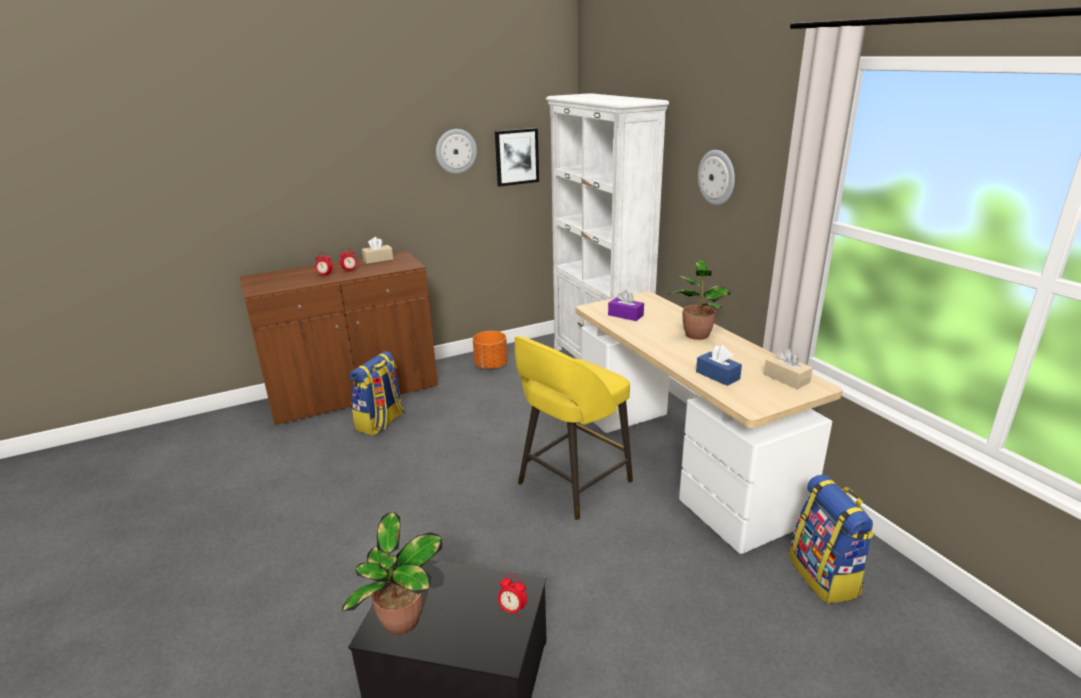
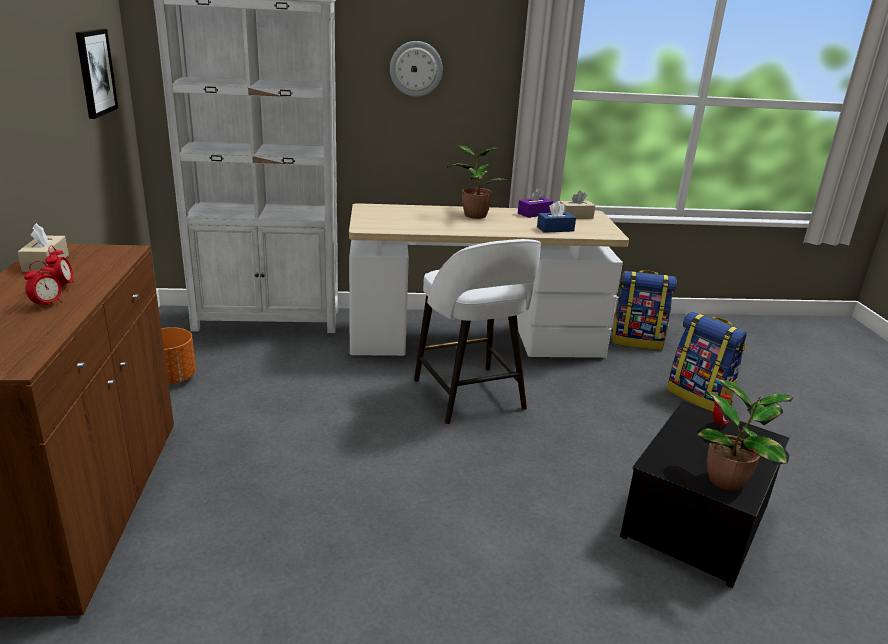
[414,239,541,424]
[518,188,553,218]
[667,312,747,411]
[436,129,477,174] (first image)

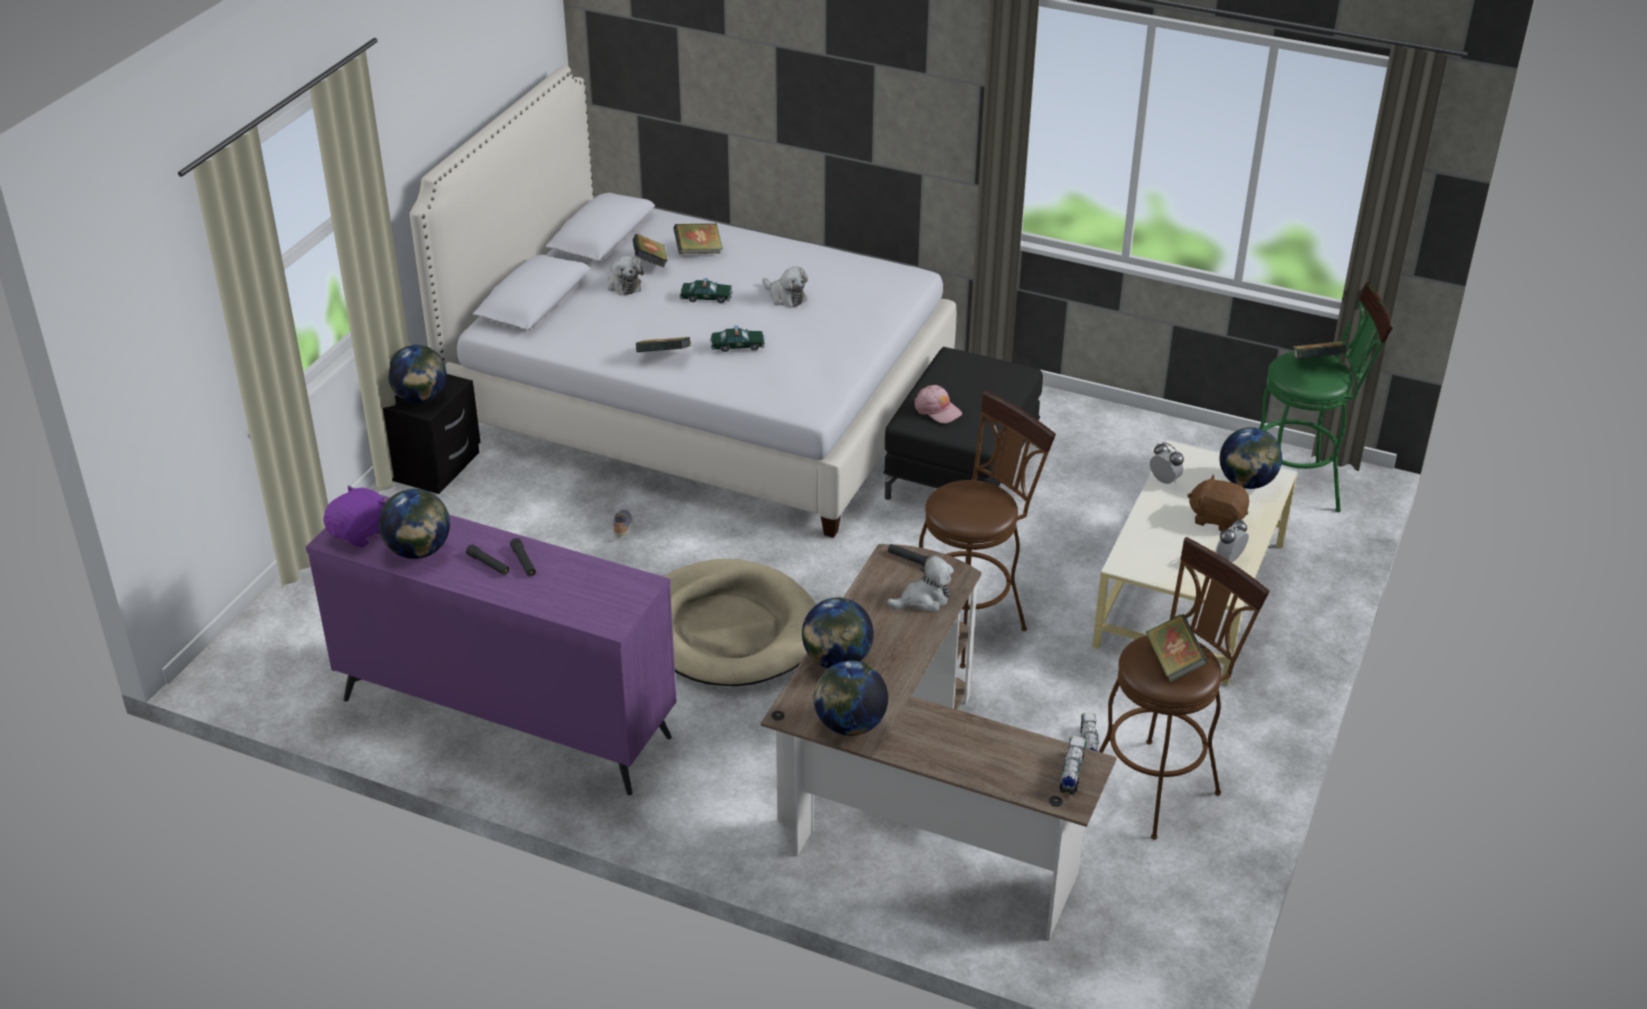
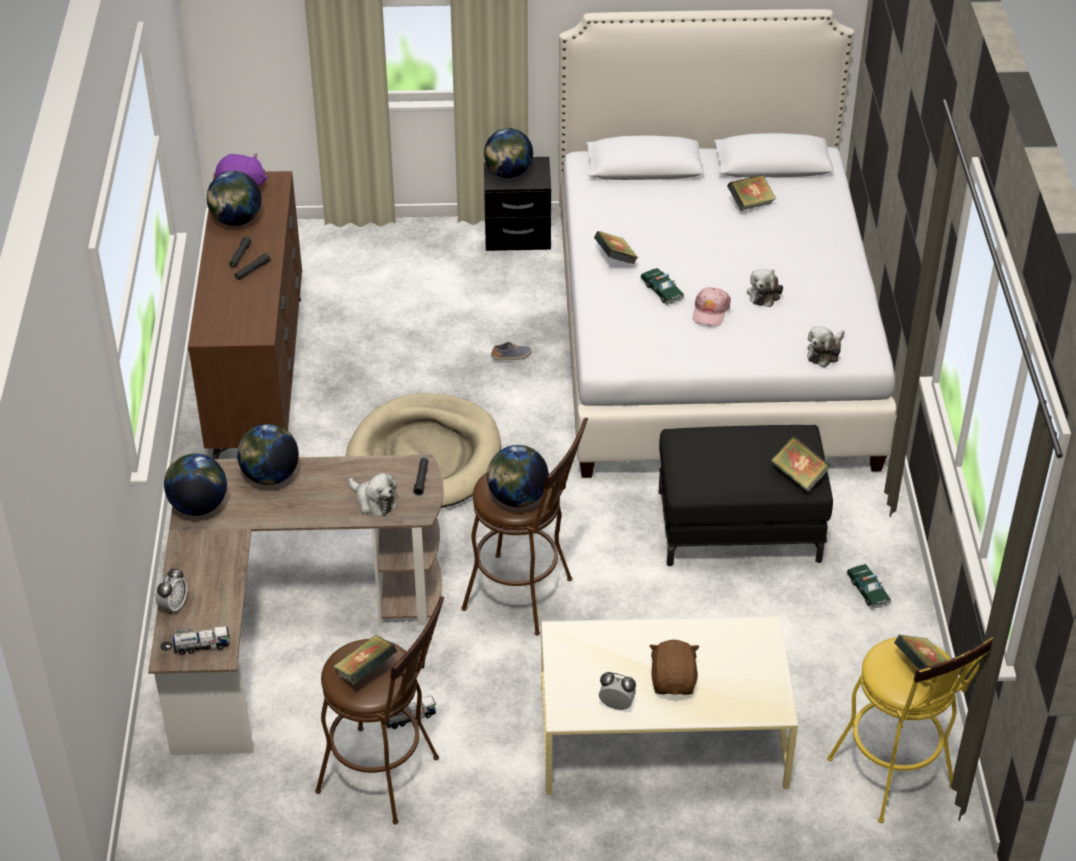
[156,567,187,614]
[188,171,302,459]
[487,445,549,507]
[693,287,731,326]
[771,436,830,492]
[807,326,845,367]
[827,637,993,823]
[846,564,891,609]

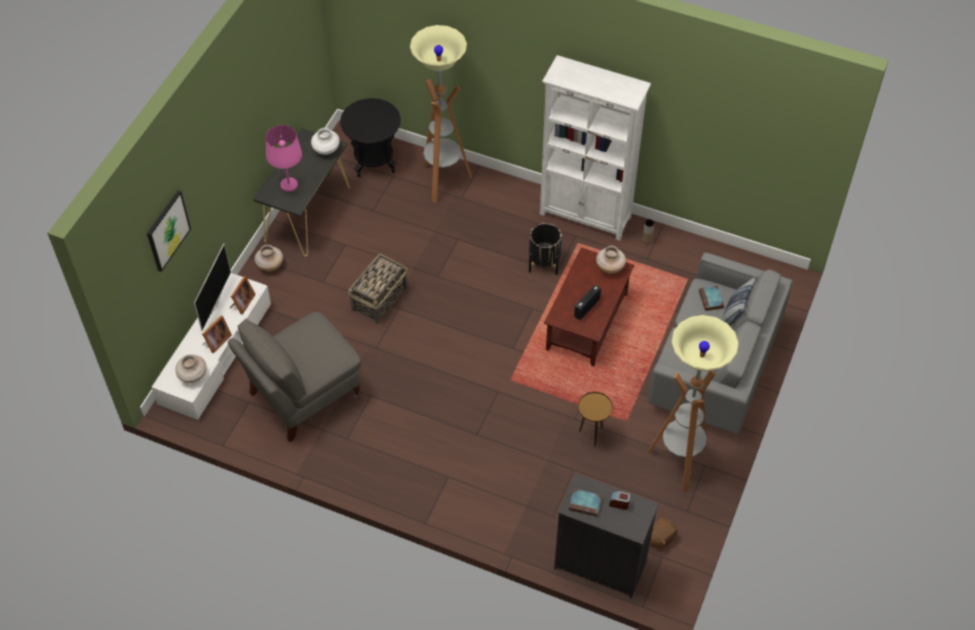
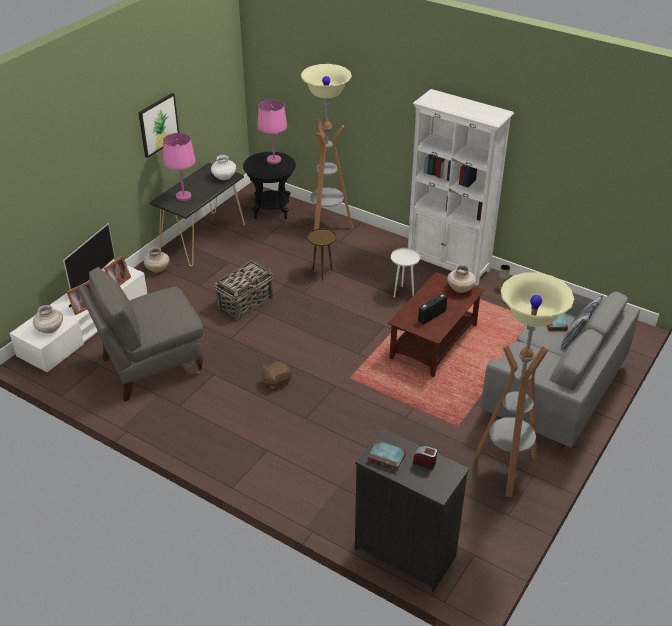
[138,93,179,158]
[257,100,287,164]
[261,361,291,390]
[308,229,336,280]
[391,248,420,298]

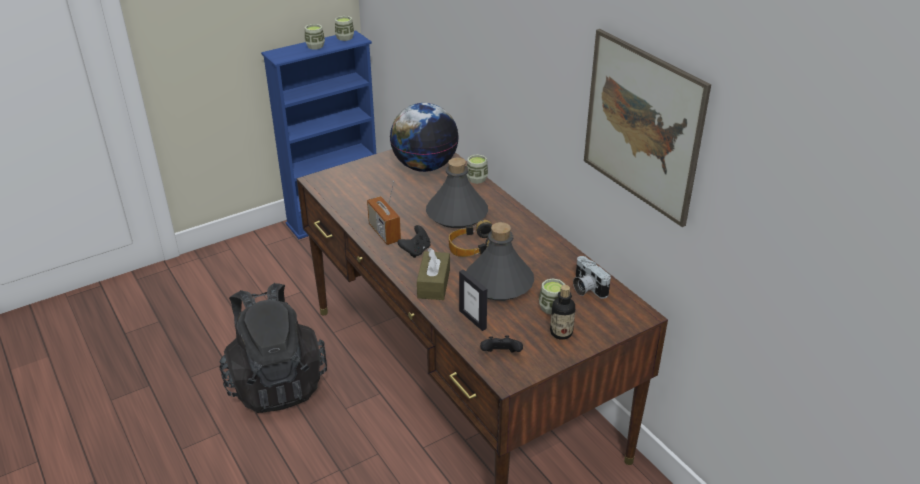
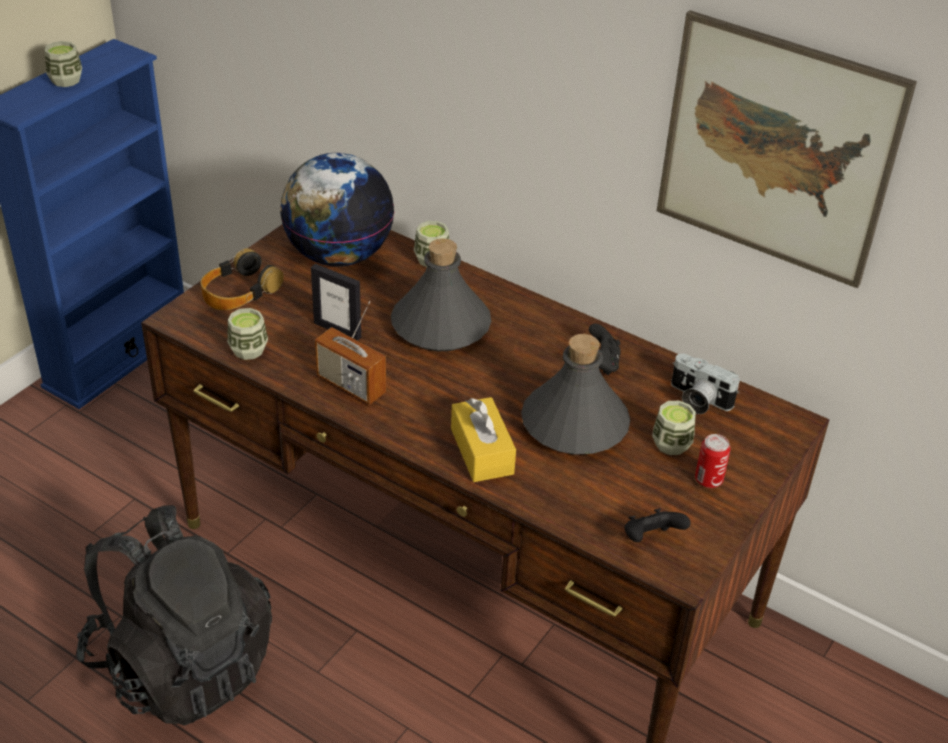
[201,248,284,310]
[227,308,268,360]
[311,264,361,341]
[451,397,516,482]
[589,324,621,375]
[695,434,731,488]

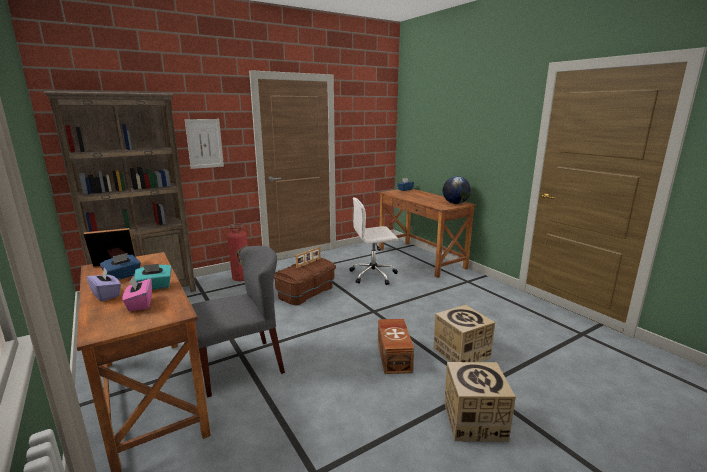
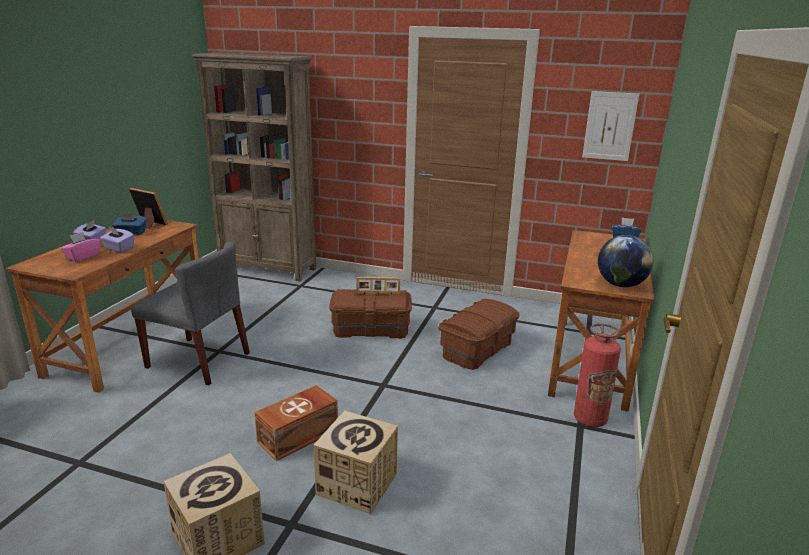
[100,227,134,253]
[439,299,520,370]
[574,323,621,427]
[582,91,639,161]

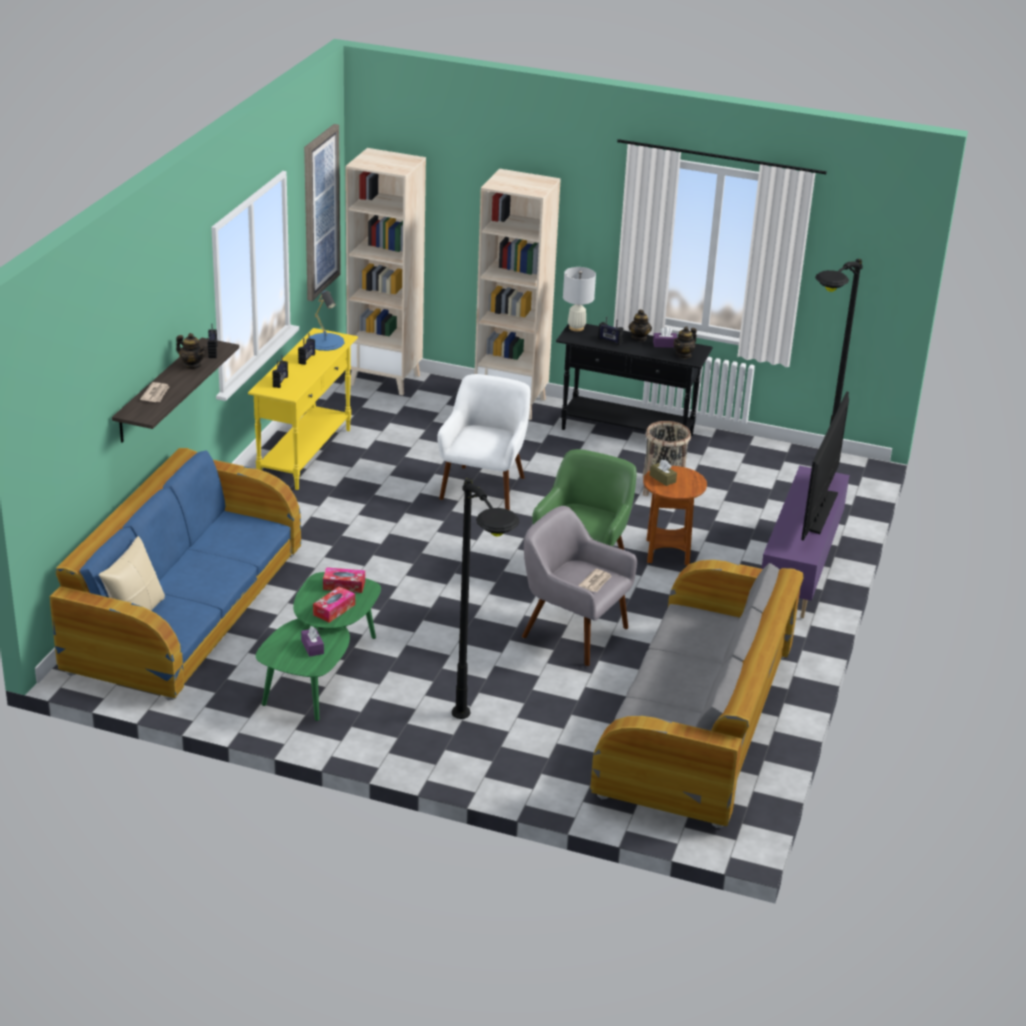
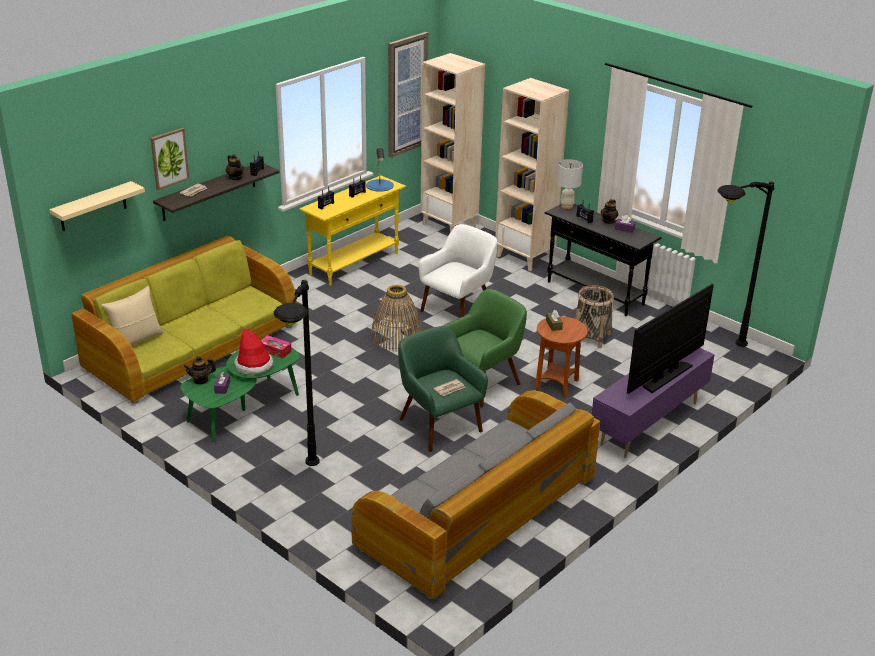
[49,181,145,231]
[71,236,297,403]
[150,128,189,190]
[184,356,216,384]
[234,328,273,376]
[370,285,422,351]
[398,326,488,452]

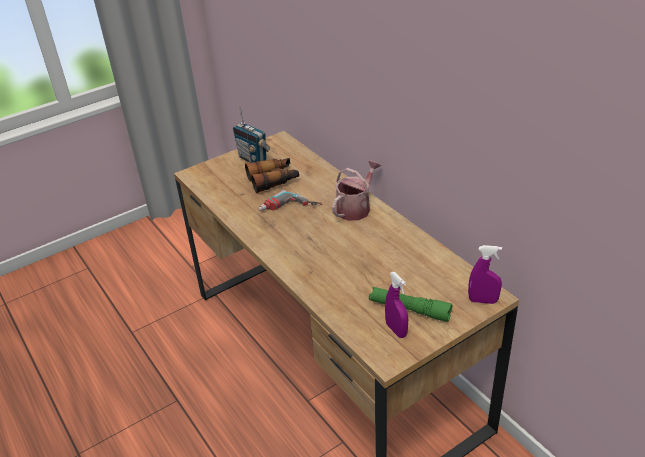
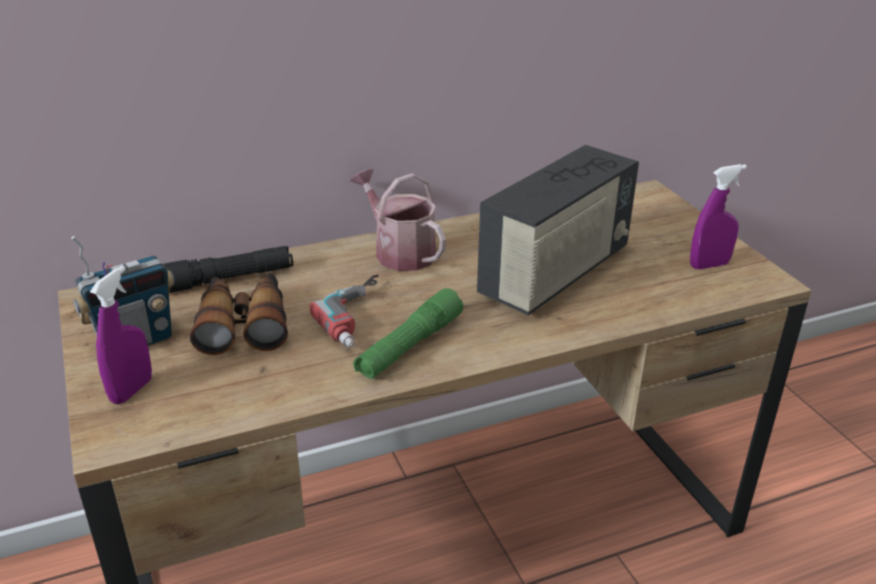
[90,266,152,404]
[164,246,293,293]
[353,288,463,379]
[477,145,639,315]

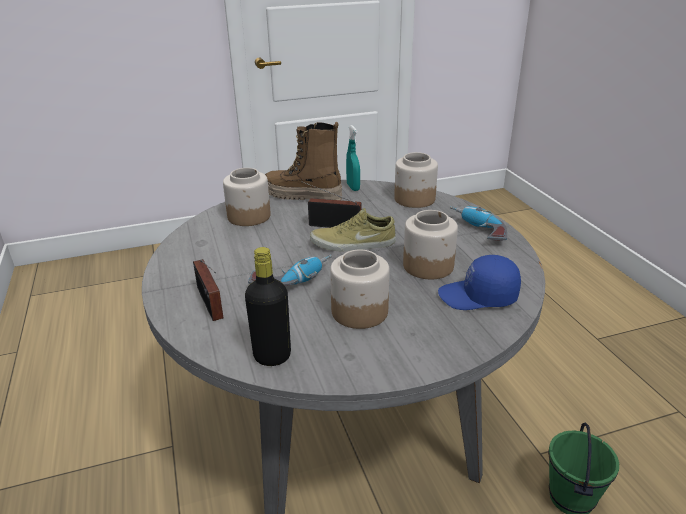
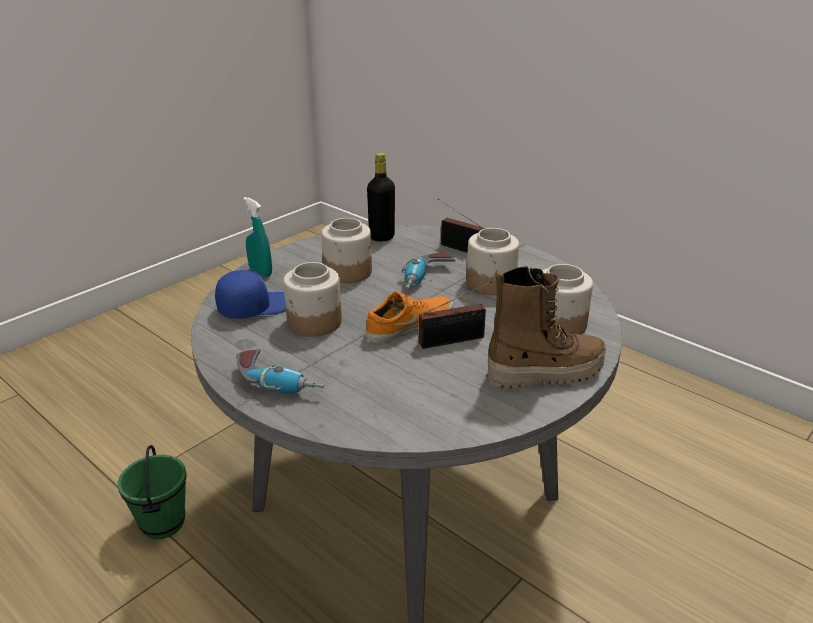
[244,197,272,277]
[366,291,453,343]
[466,228,519,295]

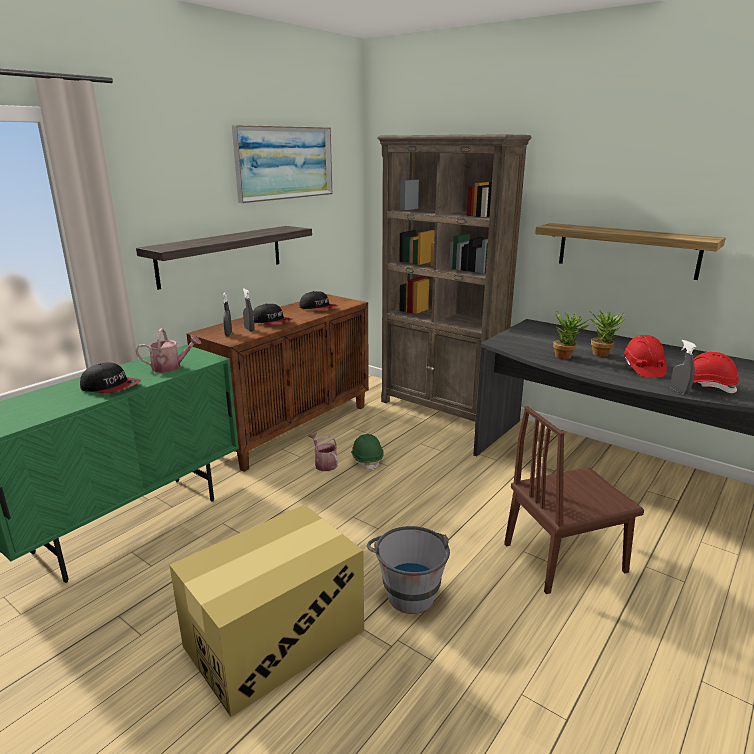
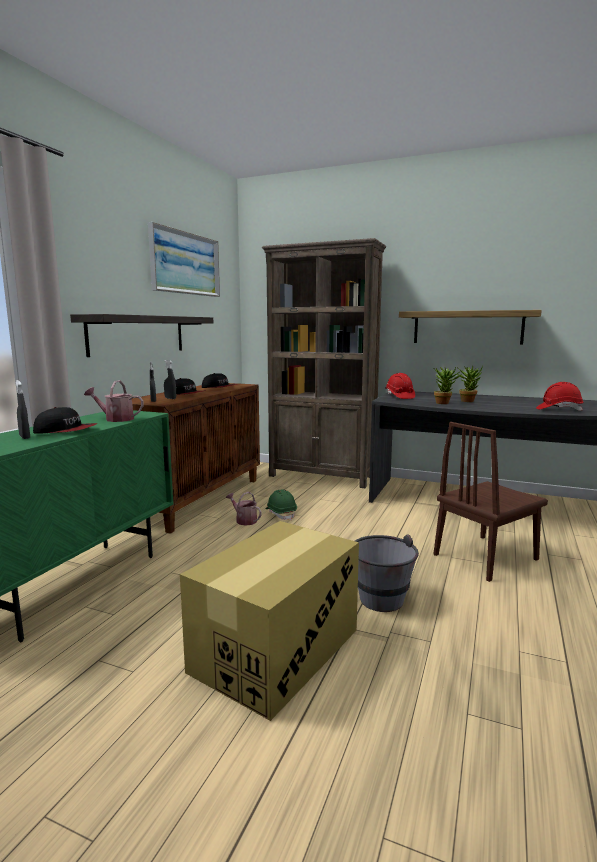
[15,380,30,439]
[84,380,144,422]
[385,373,415,399]

